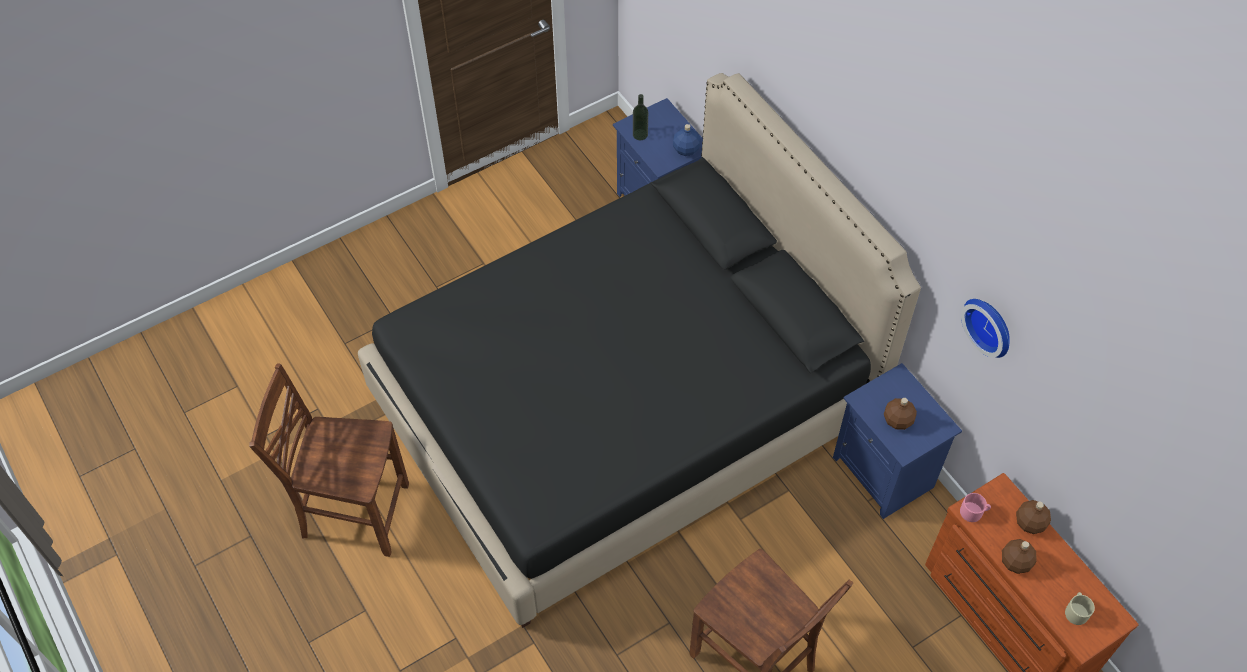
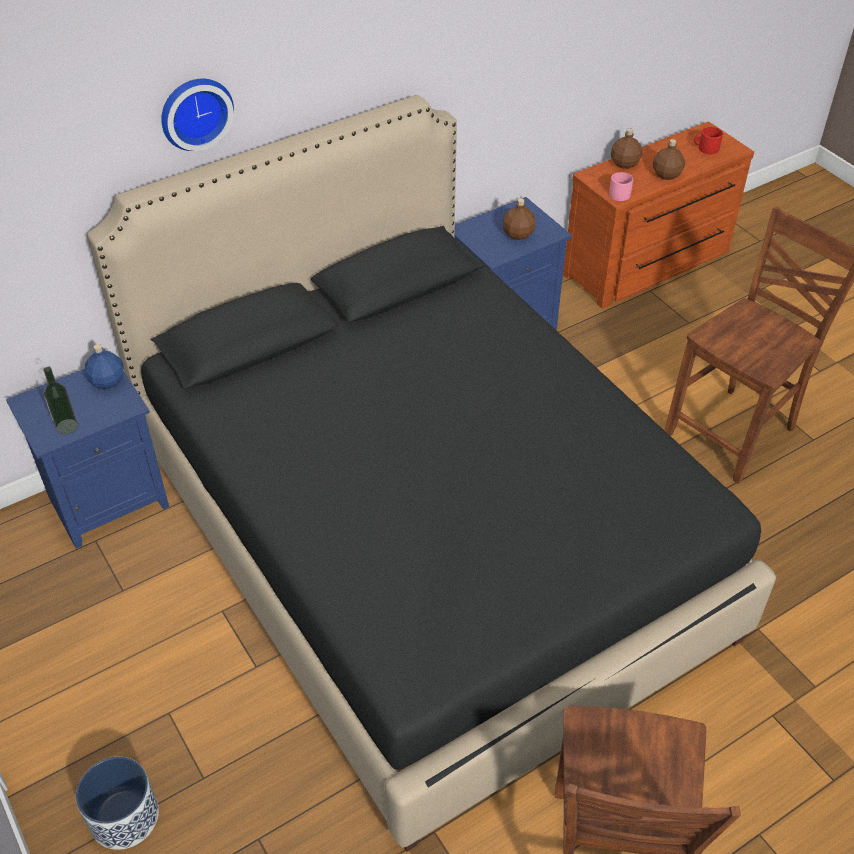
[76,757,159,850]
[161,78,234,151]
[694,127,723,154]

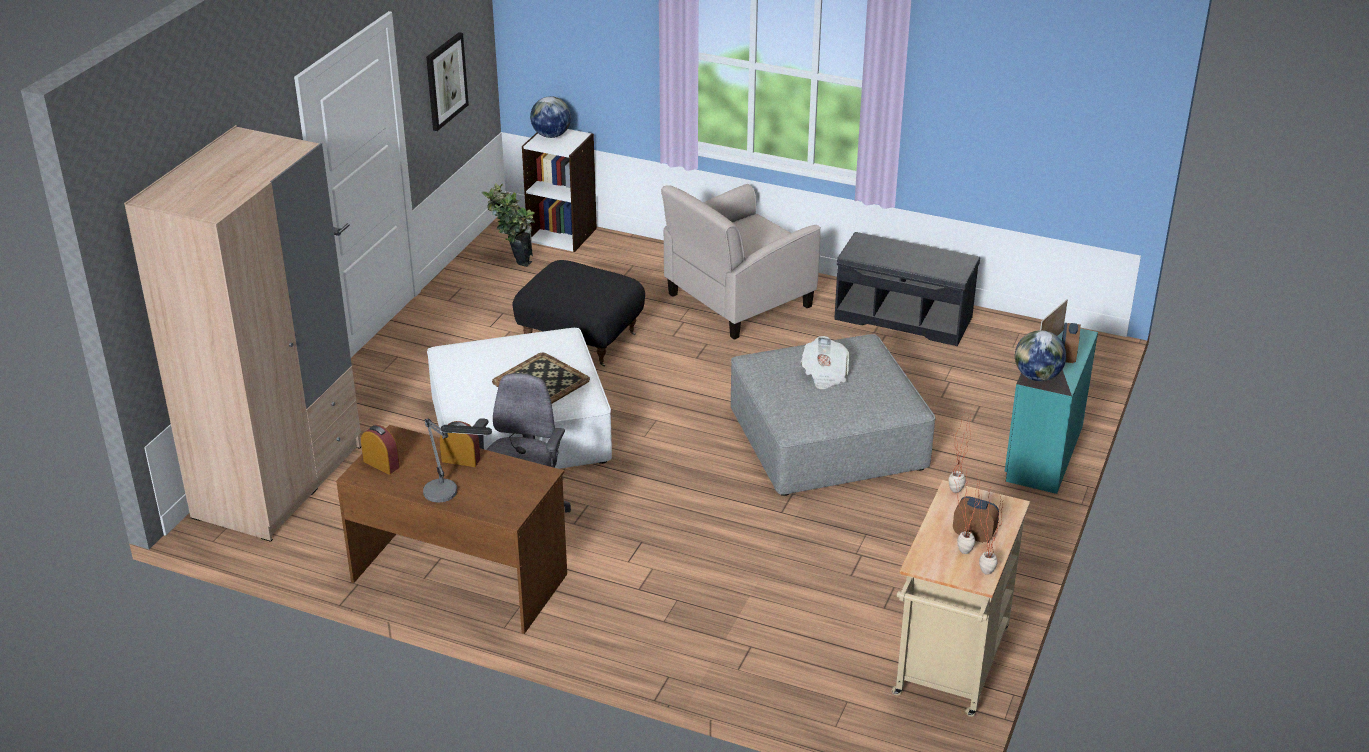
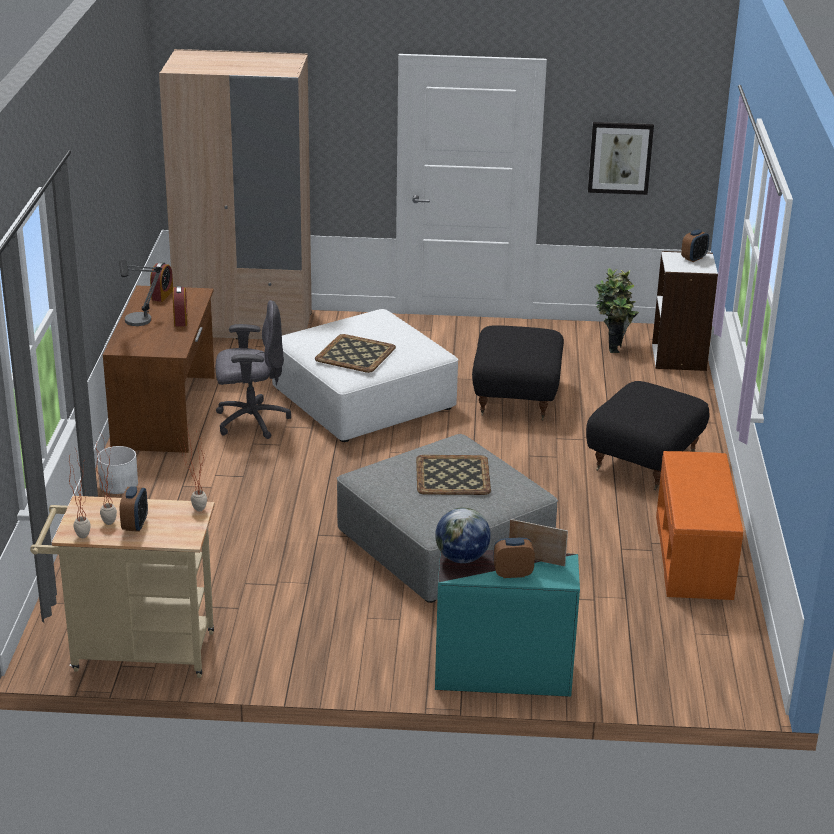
[97,446,138,494]
[416,455,491,495]
[586,381,710,490]
[656,451,743,600]
[681,229,709,262]

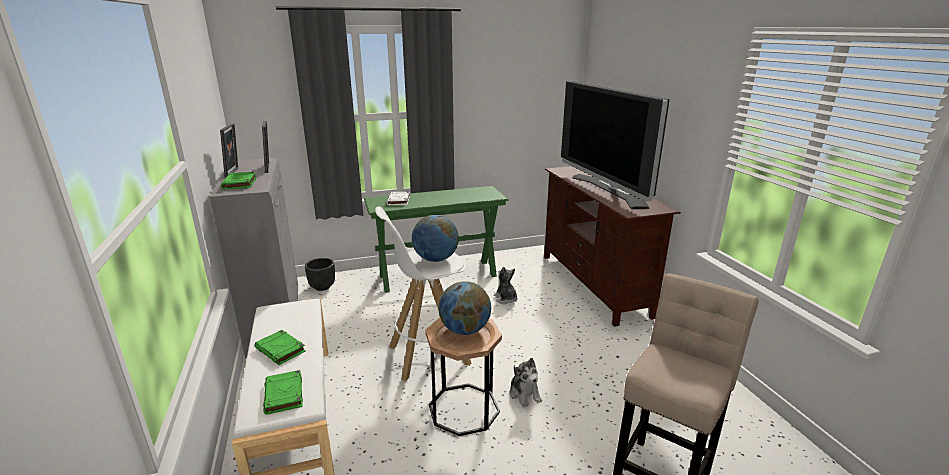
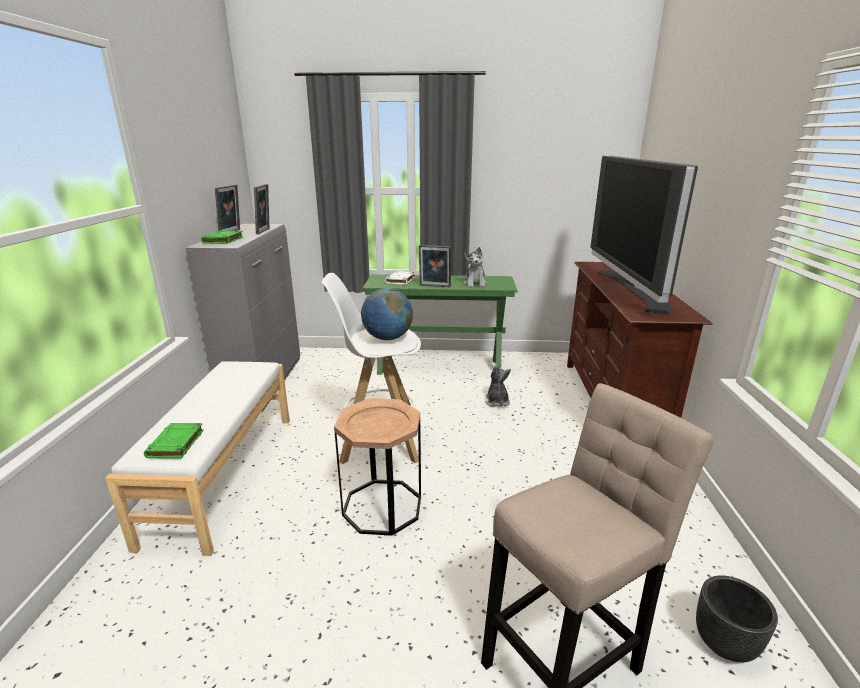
[419,245,451,287]
[463,247,487,287]
[696,575,778,662]
[255,330,306,365] (first image)
[438,281,491,335] (first image)

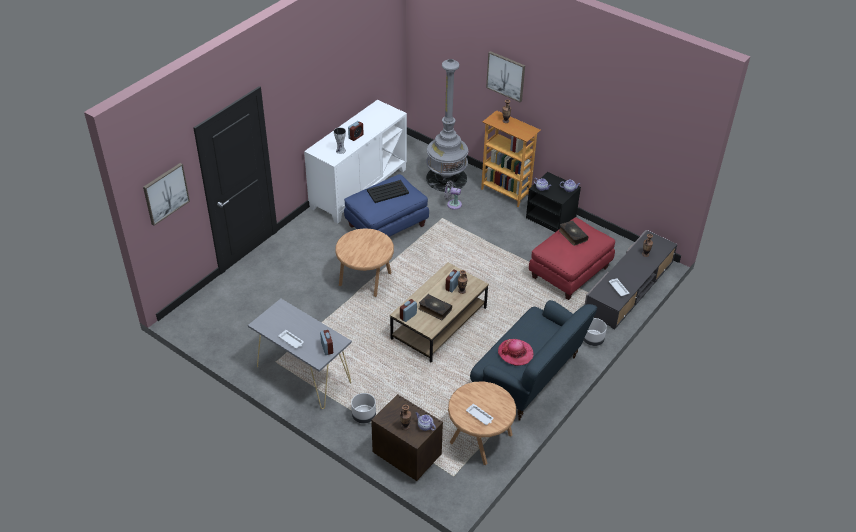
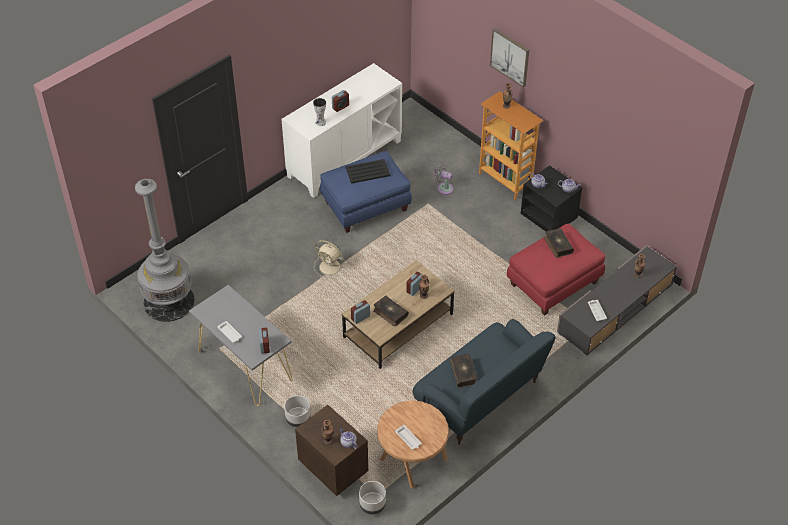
[135,179,195,322]
[314,240,347,278]
[359,481,386,515]
[450,354,477,388]
[143,163,190,226] (first image)

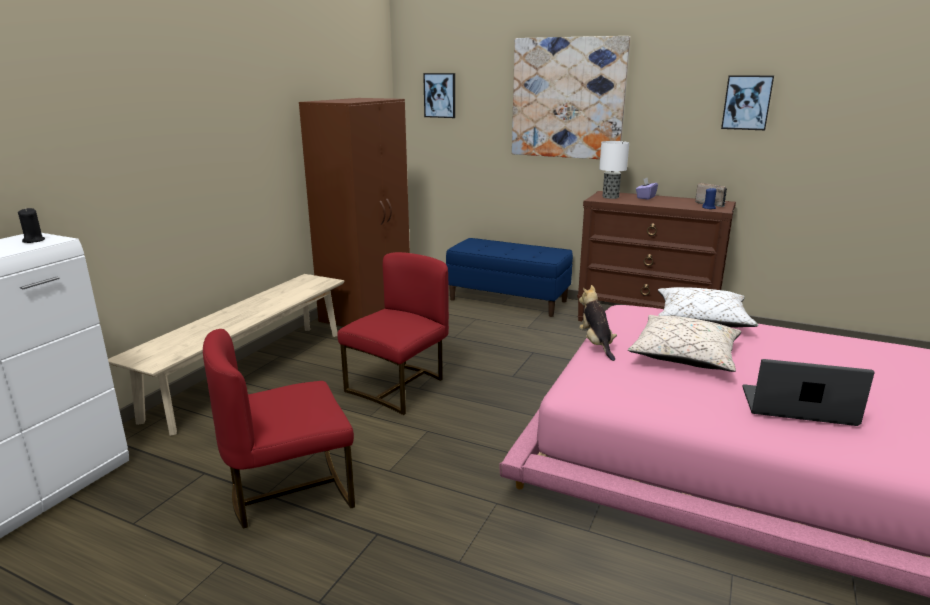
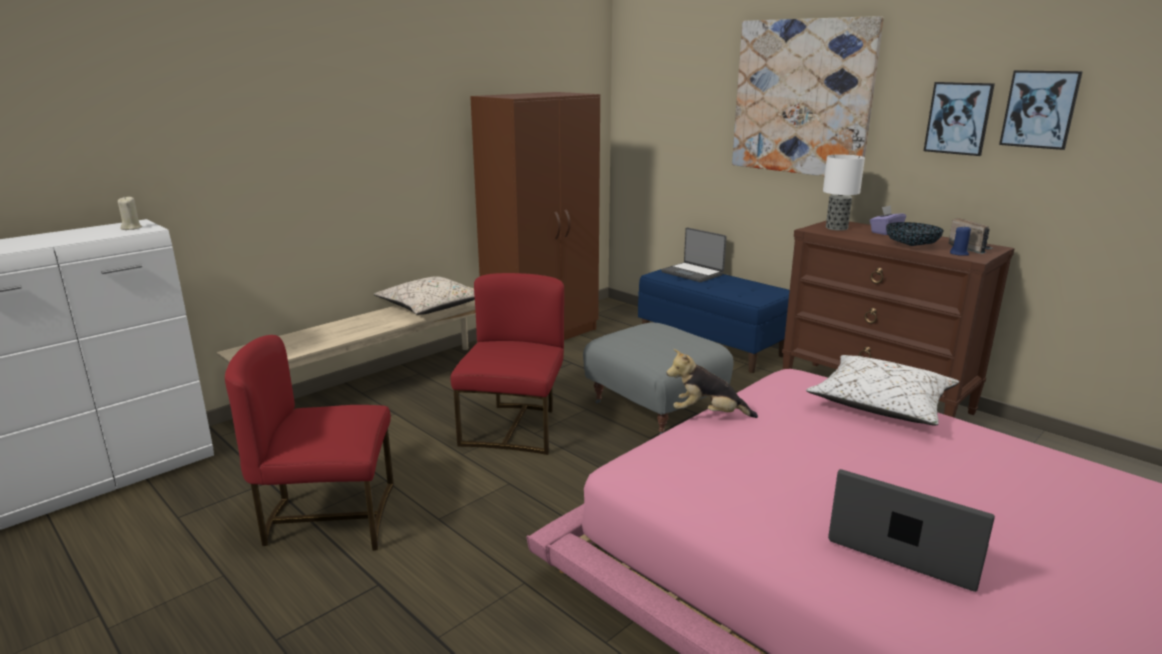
[118,196,142,230]
[374,276,475,315]
[451,273,564,455]
[583,322,734,434]
[661,227,727,282]
[666,349,758,418]
[886,222,944,246]
[924,82,995,156]

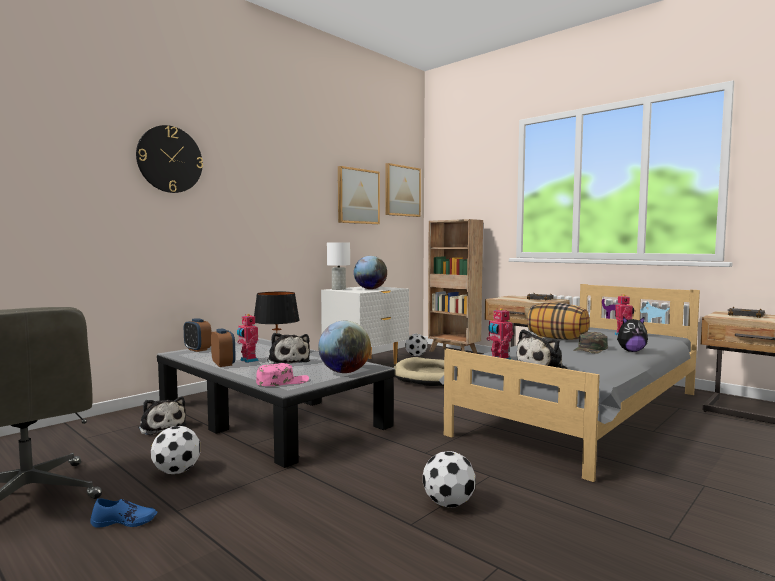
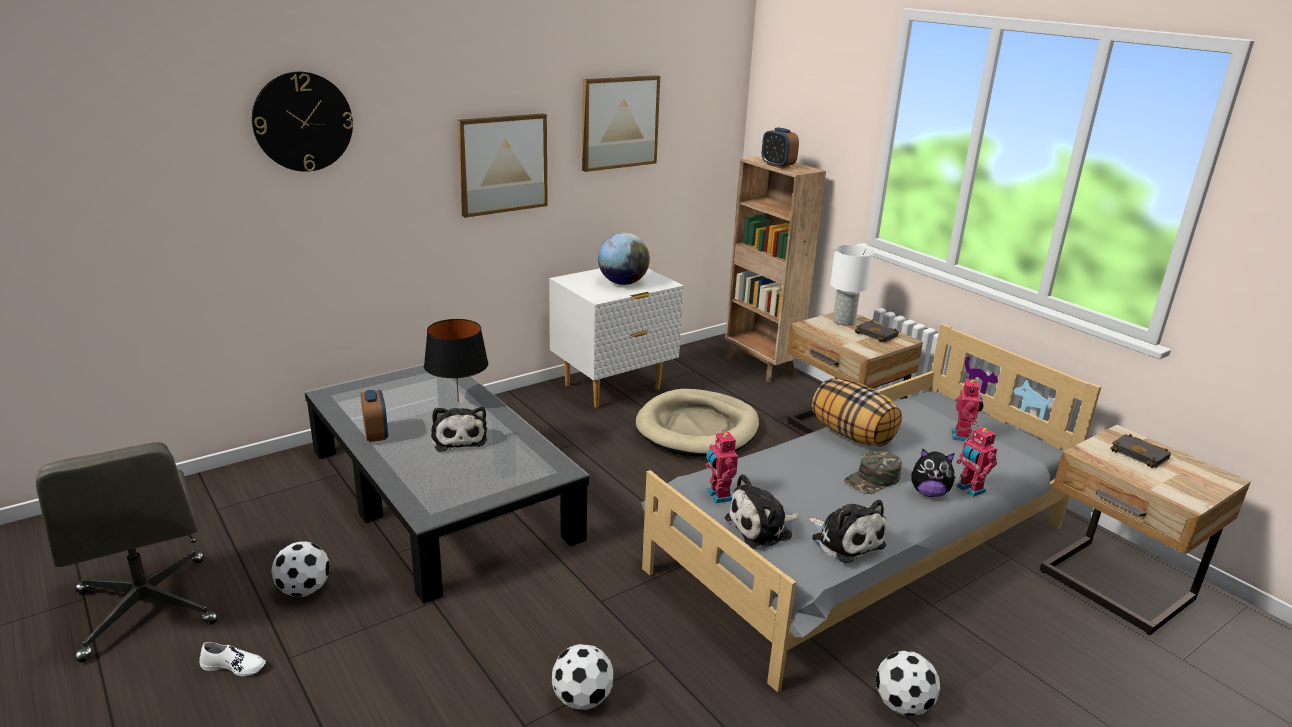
[199,642,266,676]
[457,113,548,218]
[762,127,799,168]
[808,500,886,564]
[830,245,874,326]
[876,651,941,716]
[956,425,997,497]
[256,363,309,386] (first image)
[318,321,371,373] (first image)

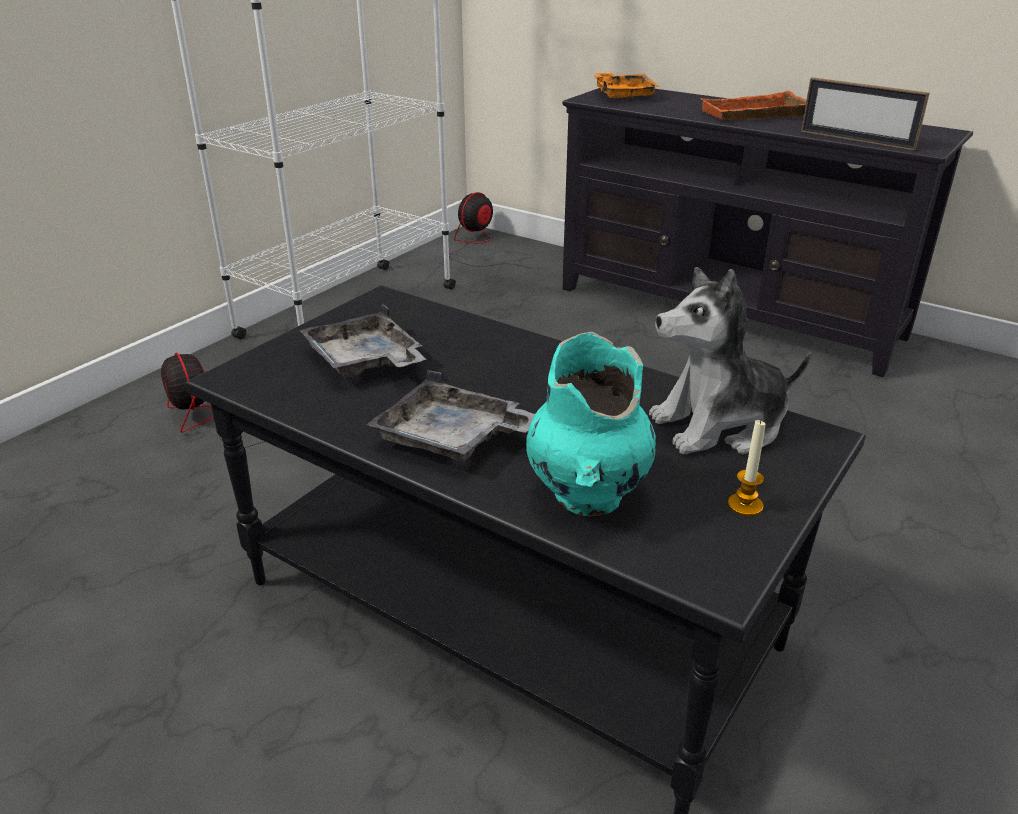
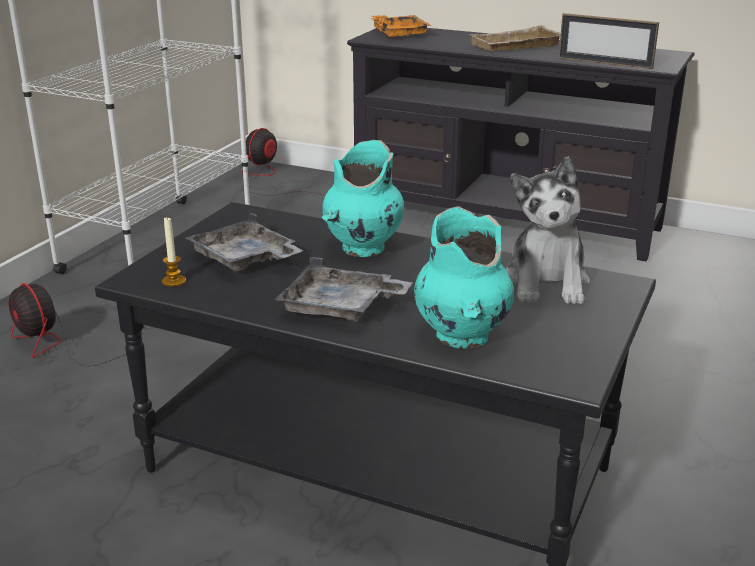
[162,217,186,287]
[322,140,404,257]
[470,25,561,51]
[506,156,590,304]

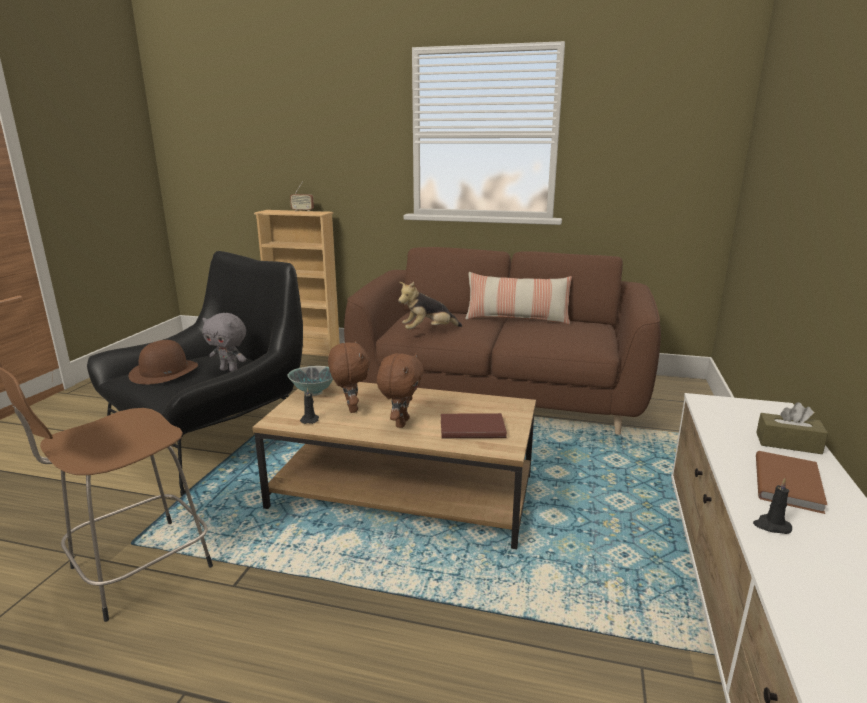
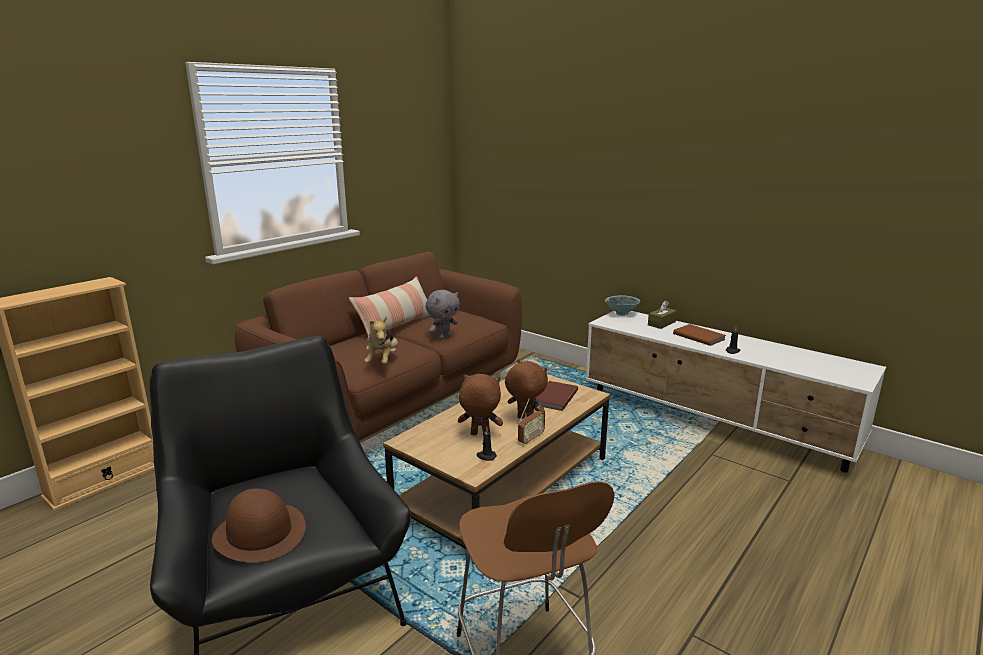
[426,290,460,340]
[518,399,545,445]
[605,295,640,316]

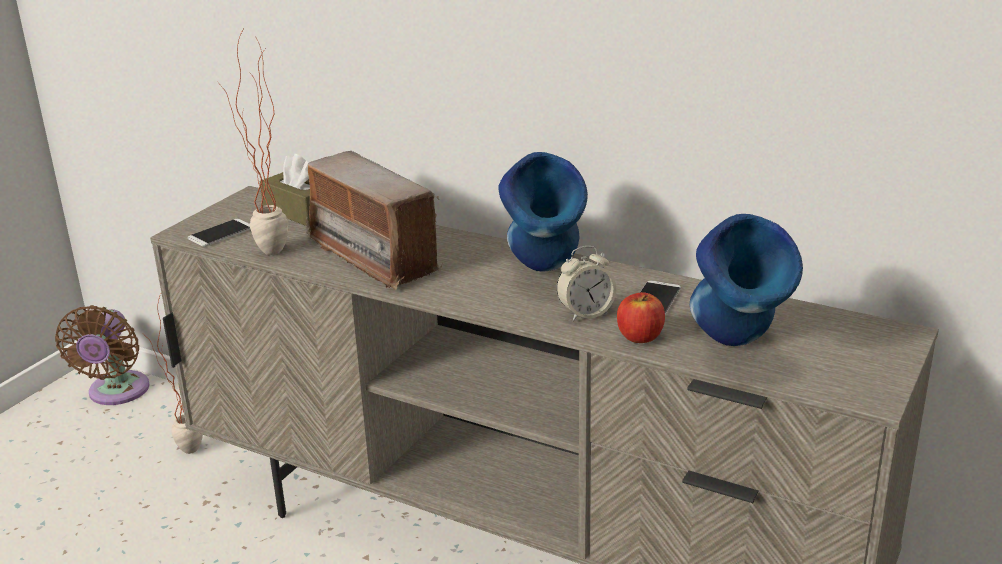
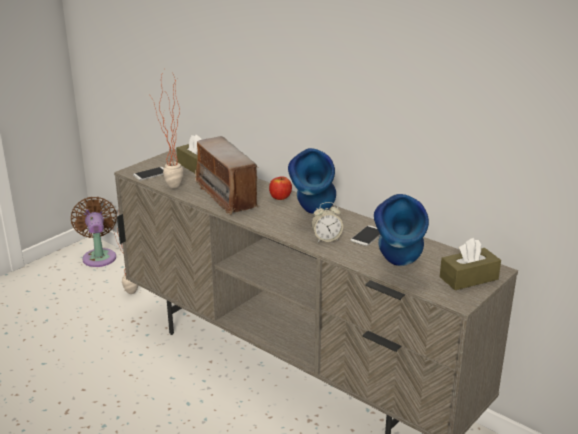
[71,197,117,267]
[269,176,292,200]
[440,238,501,290]

